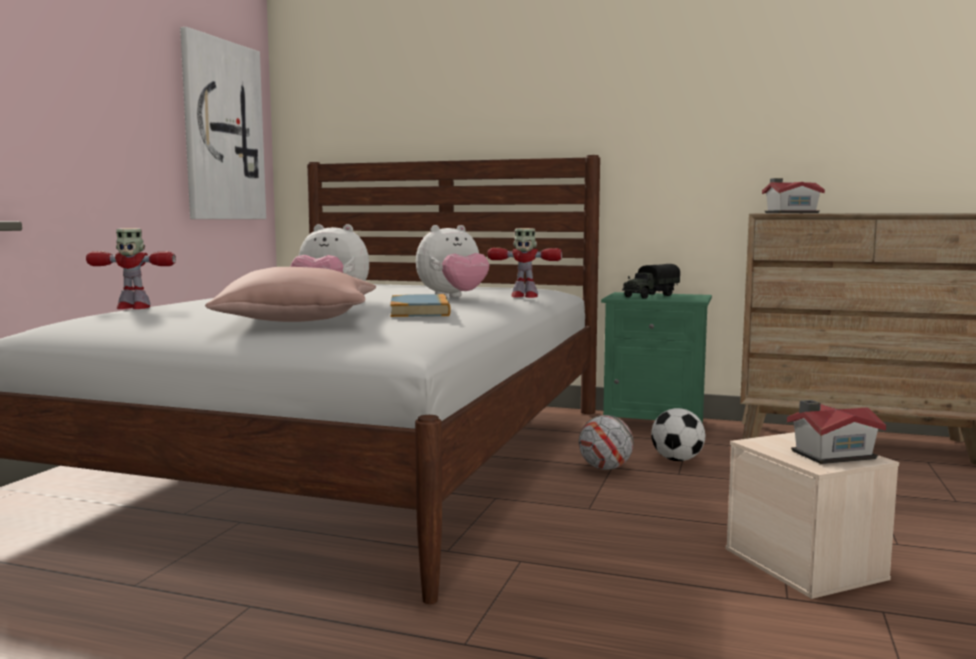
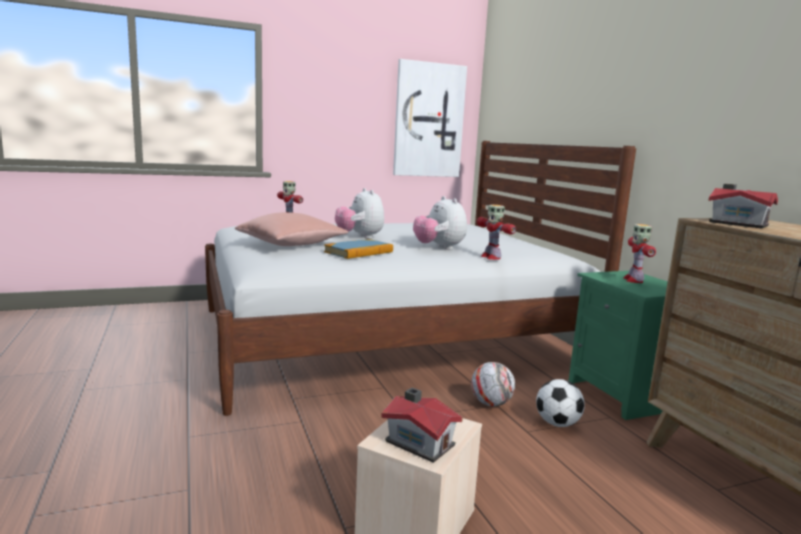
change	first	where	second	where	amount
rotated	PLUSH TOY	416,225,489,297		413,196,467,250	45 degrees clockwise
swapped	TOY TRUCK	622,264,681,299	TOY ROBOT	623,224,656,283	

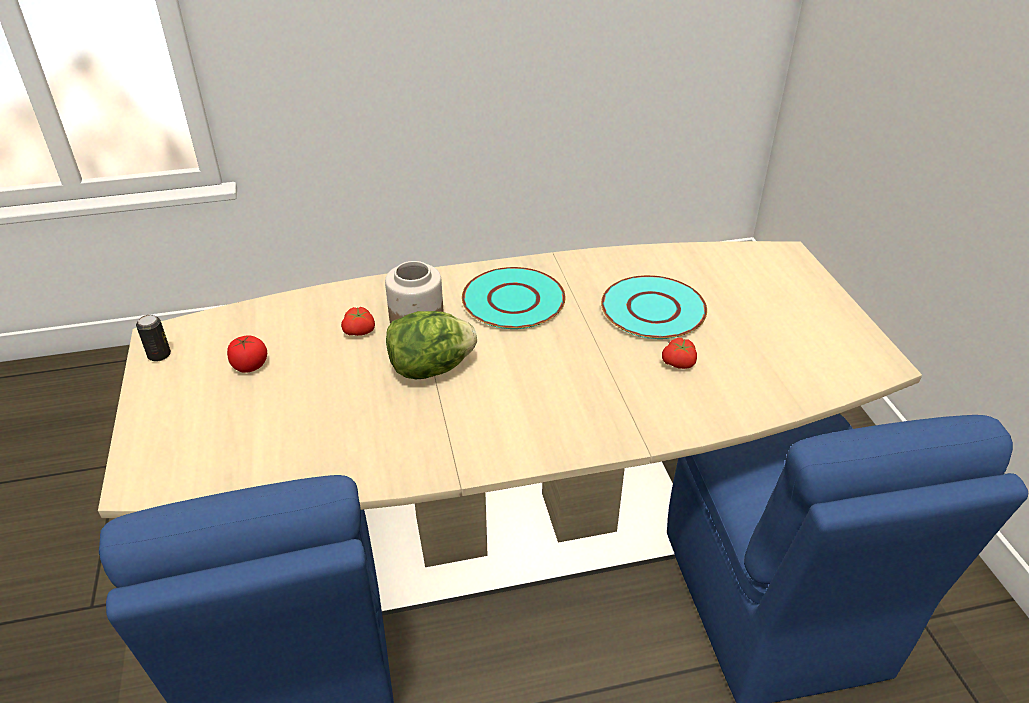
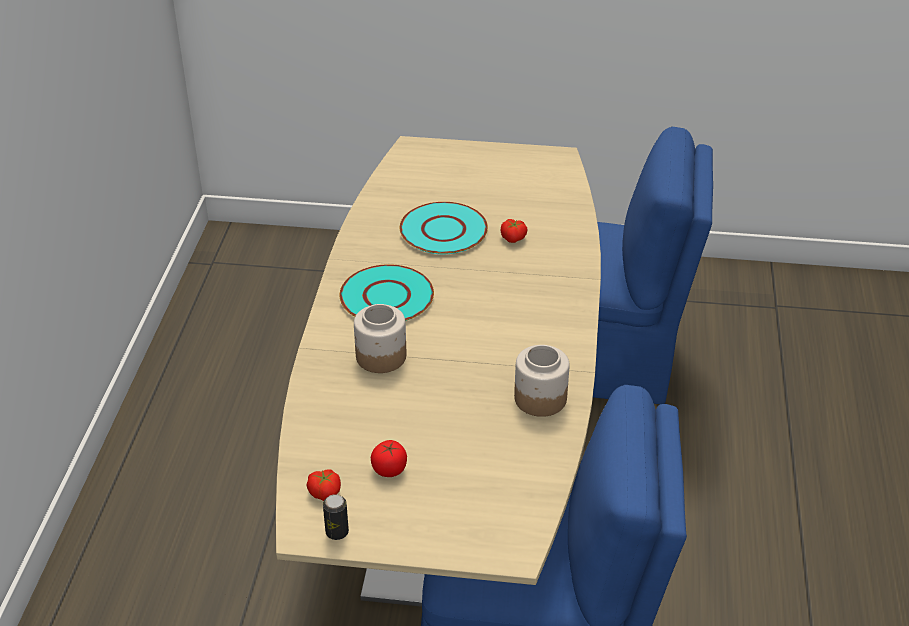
change	first	where	second	where	amount
shifted	TOMATO	341,307,375,336		306,469,341,501	
new			JAR	514,345,570,417	
gone	LETTUCE	386,311,477,379			

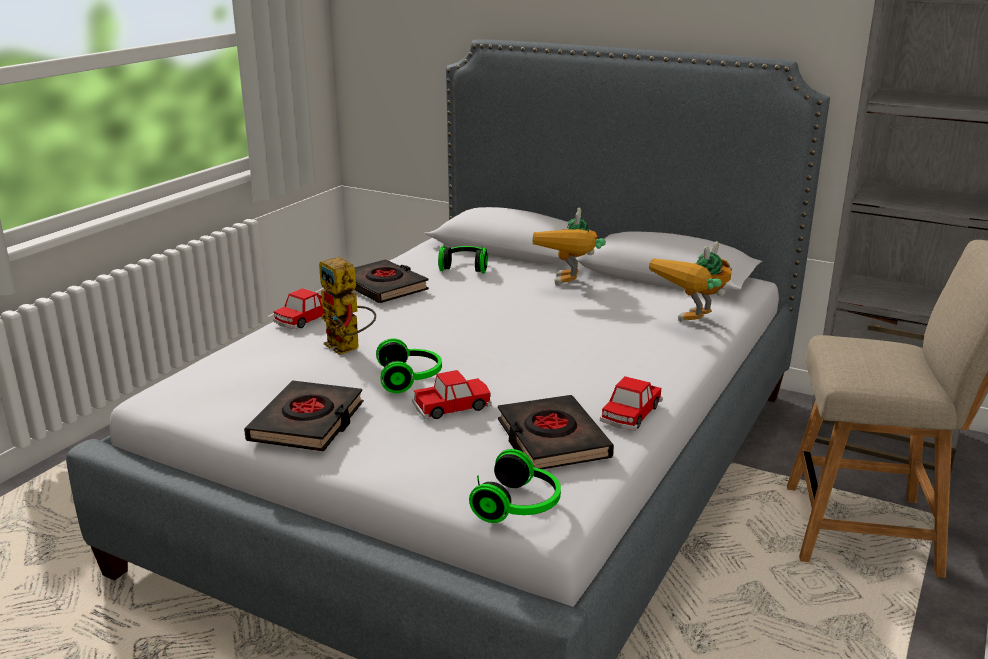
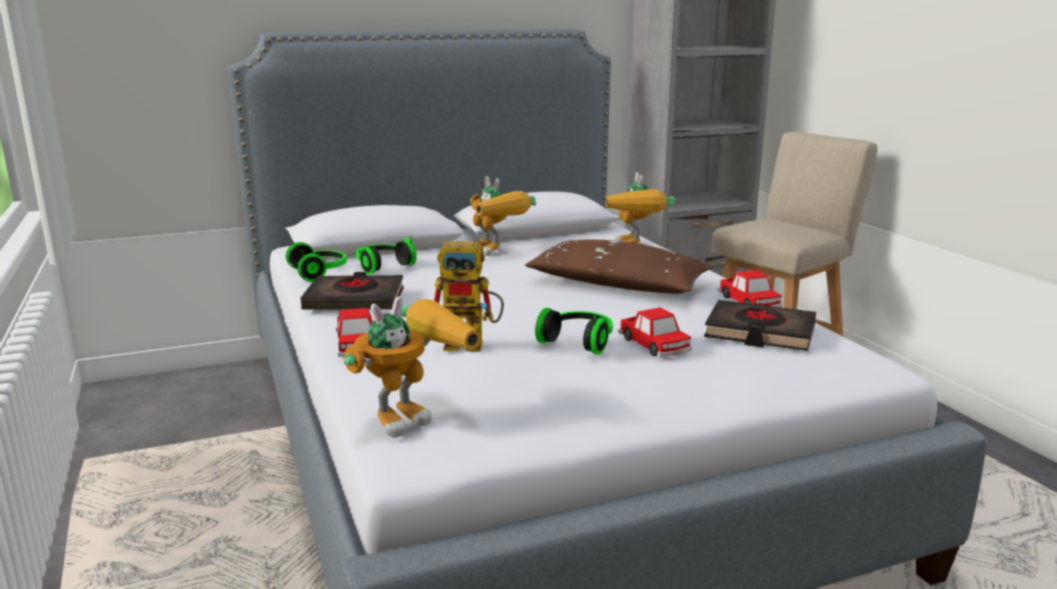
change	first	where	second	where	amount
shifted	HEADPHONES	469,449,561,523		286,242,347,282	
new			TOY ROBOT	344,296,481,438	
new			BROWN PILLOW	525,240,714,294	
rotated	TOY CAR	412,370,491,419		618,307,692,357	135 degrees clockwise
gone	BLACK BOOK	244,381,364,452			

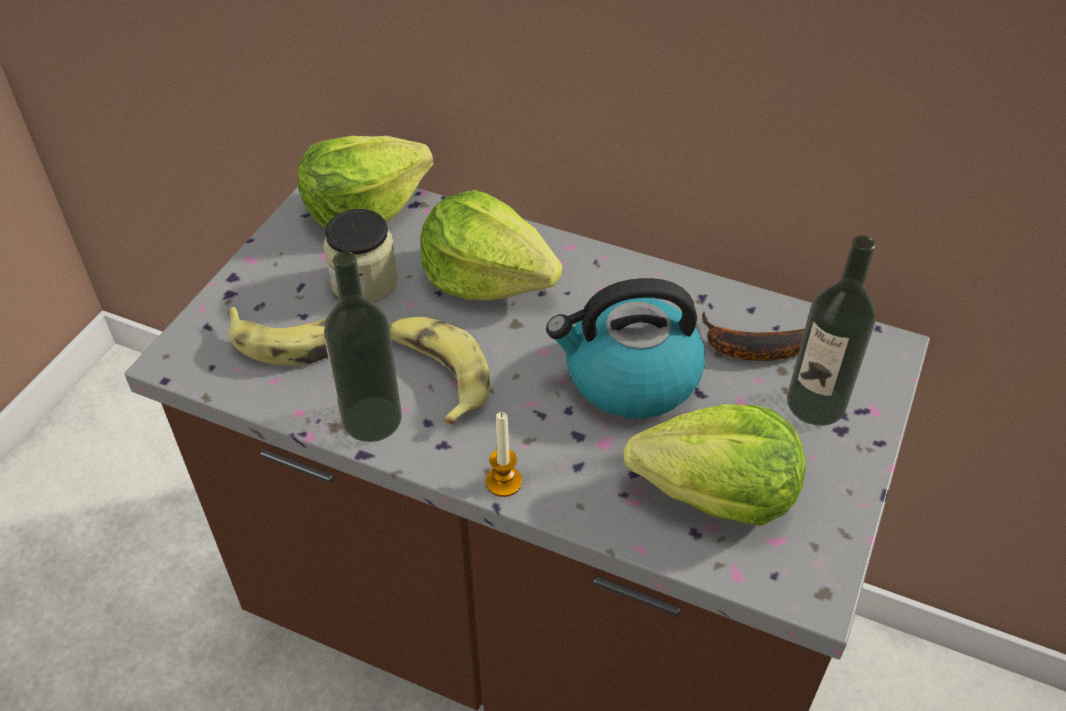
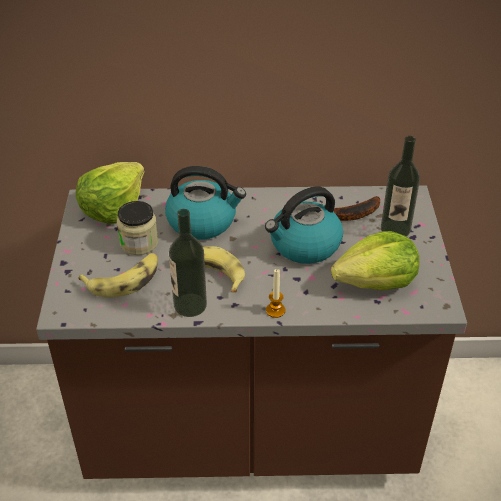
change	first	where	second	where	amount
swapped	LETTUCE	421,190,562,300	KETTLE	165,166,246,240	

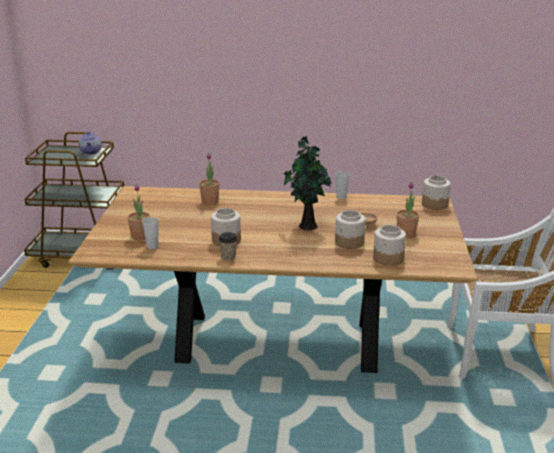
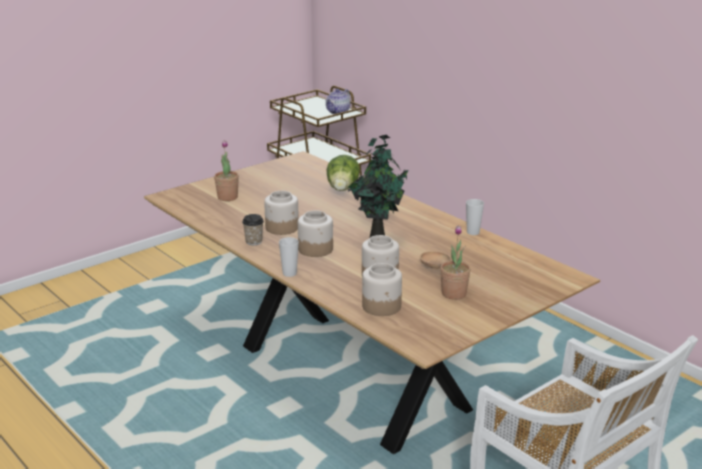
change	first	where	second	where	amount
shifted	CUP	142,217,159,249		279,237,299,277	
shifted	JAR	422,175,451,210		298,210,333,257	
swapped	POTTED PLANT	199,153,220,205	LETTUCE	327,155,360,191	

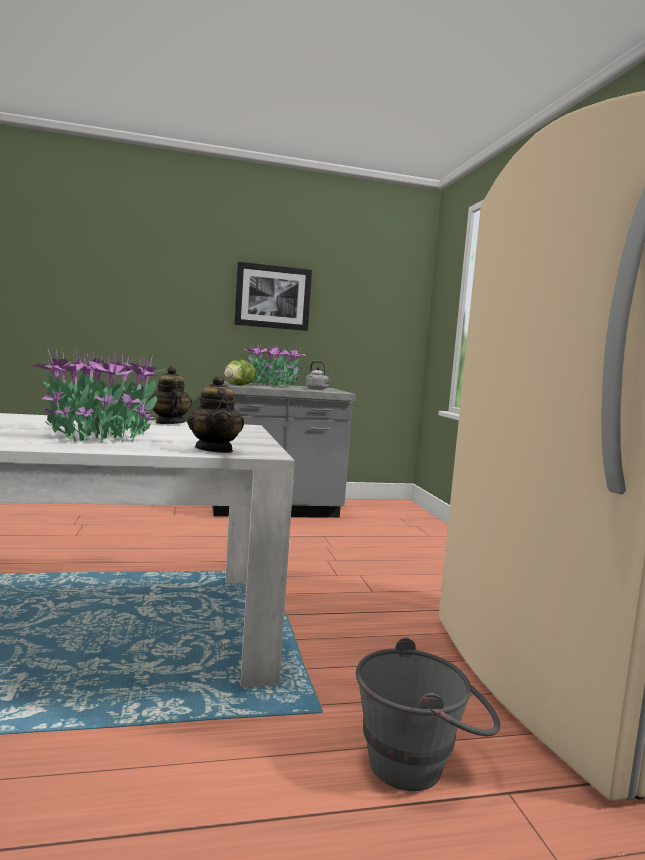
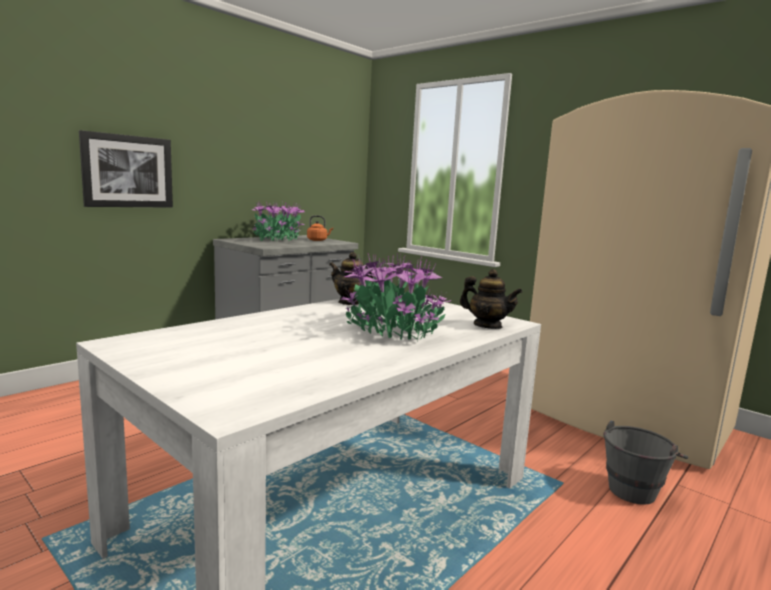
change	first	where	second	where	amount
shifted	PICTURE	234,262,312,331		79,130,173,208	
repainted	GREY KETTLE	306,361,333,390	ORANGE KETTLE	307,215,333,241	
gone	LETTUCE	224,360,255,386			

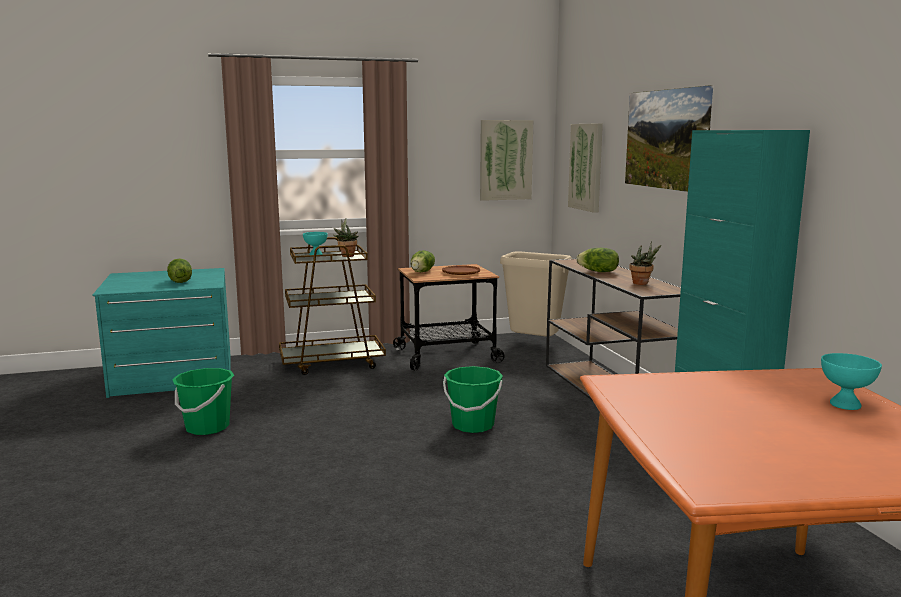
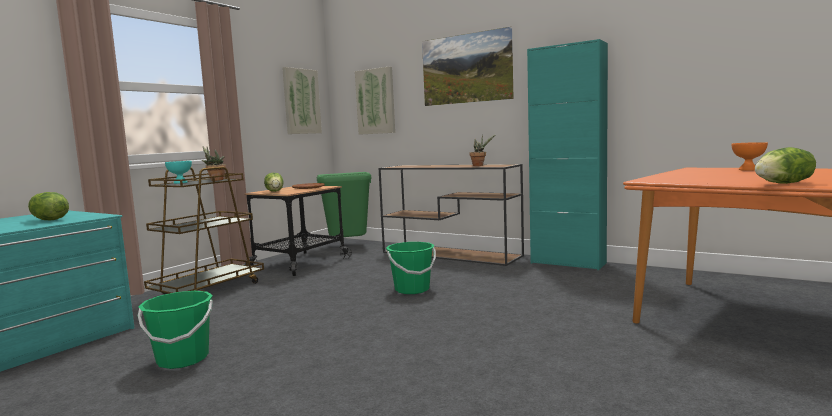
change	first	where	second	where	amount
repainted	BEIGE TRASH CAN	500,252,572,336	GREEN TRASH CAN	317,172,372,237	
repainted	TURQUOISE BOWL	821,353,882,410	ORANGE BOWL	731,142,768,171	
shifted	LETTUCE	576,248,619,272		755,147,816,184	

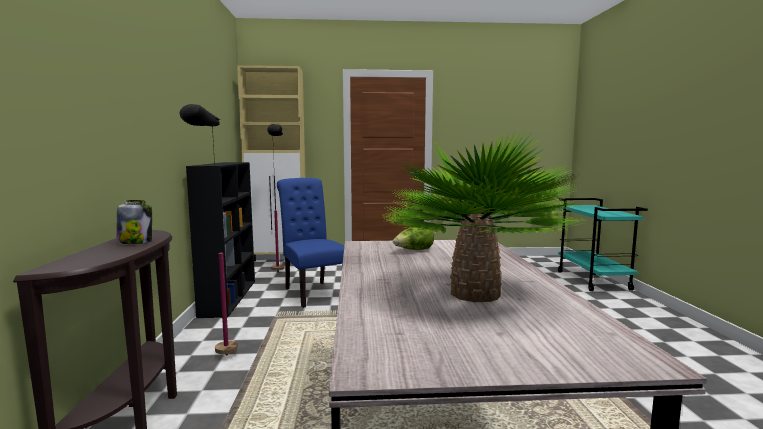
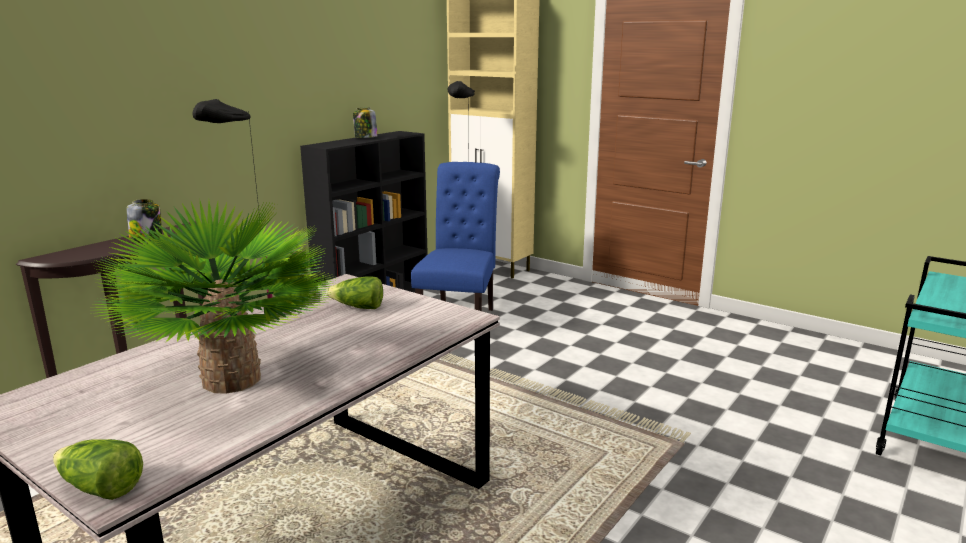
change	first	where	second	where	amount
new			LETTUCE	53,439,143,500	
new			JAR	353,107,378,138	

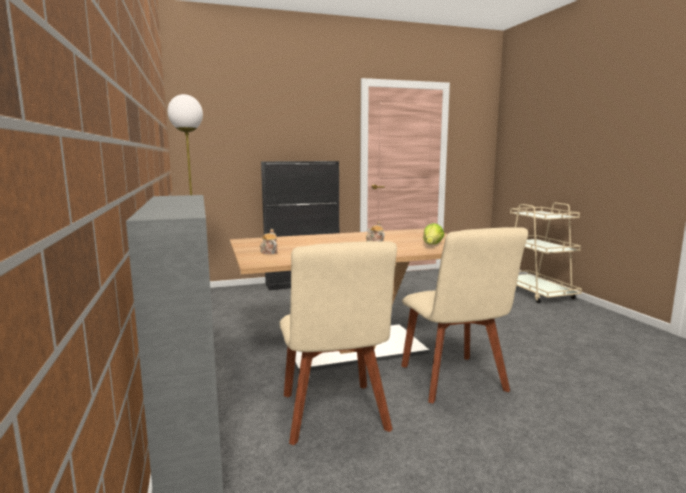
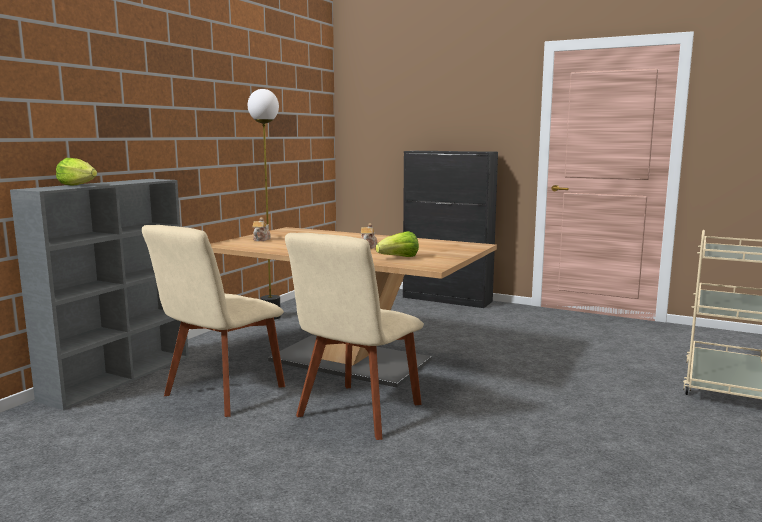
change	first	where	second	where	amount
new			LETTUCE	56,158,97,186	

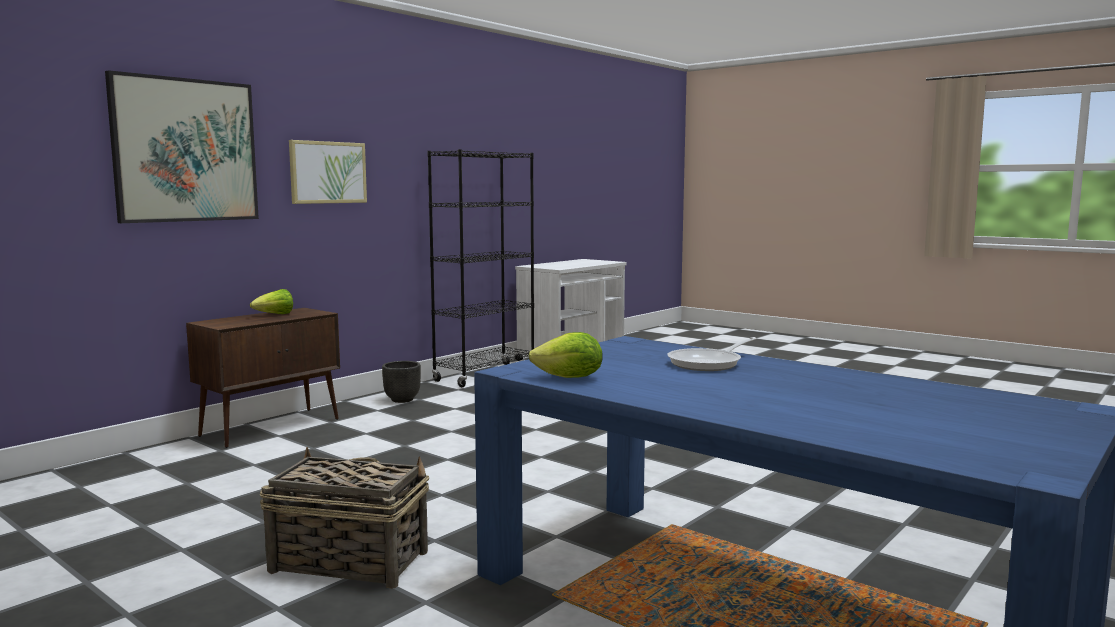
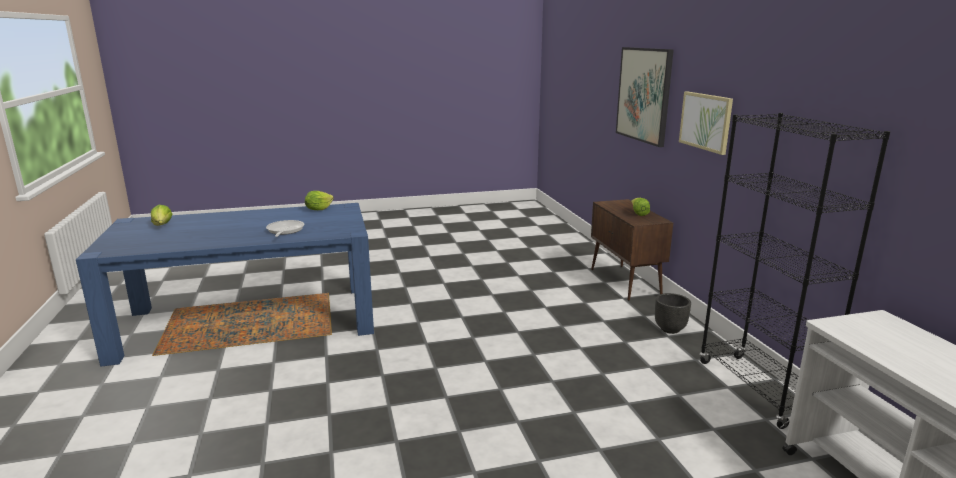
change	first	where	second	where	amount
new			LETTUCE	151,205,173,226	
gone	BASKET	260,447,429,589			

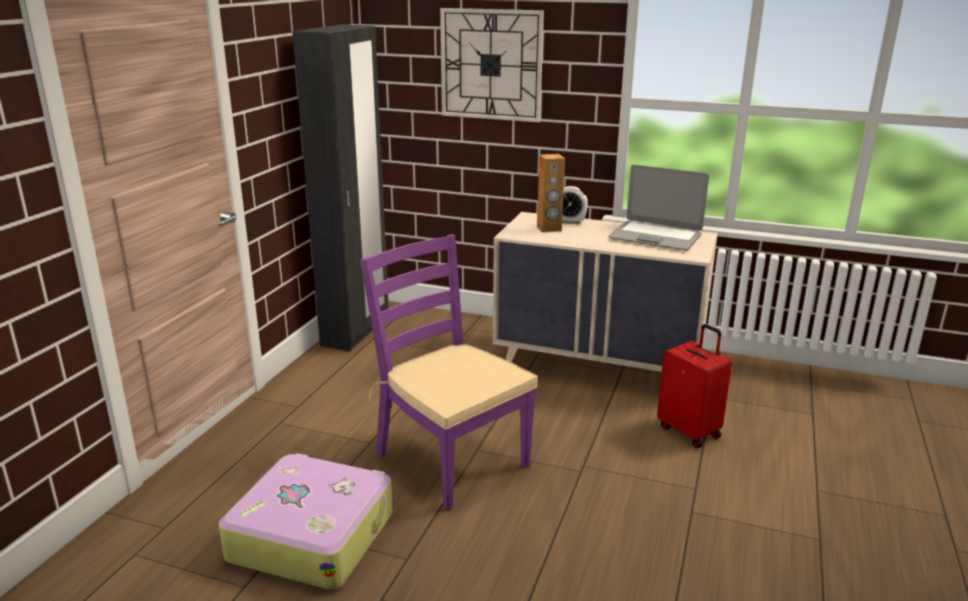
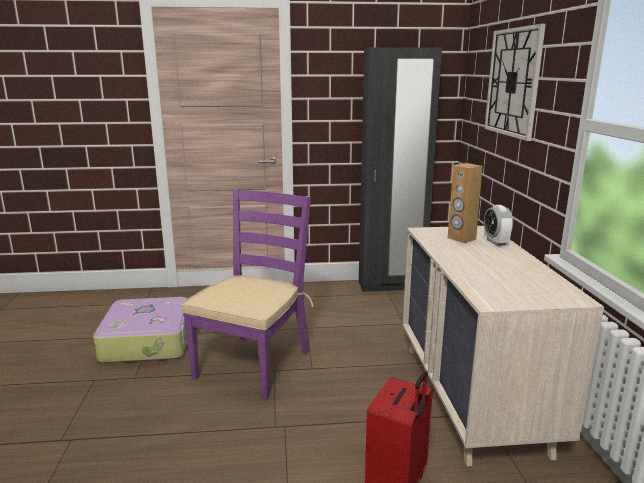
change	first	where	second	where	amount
gone	LAPTOP	608,165,709,251			

